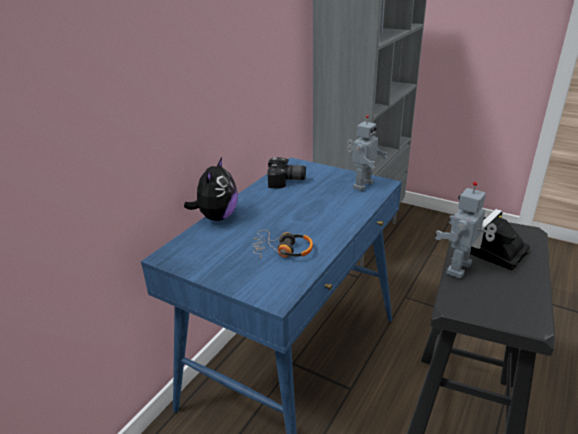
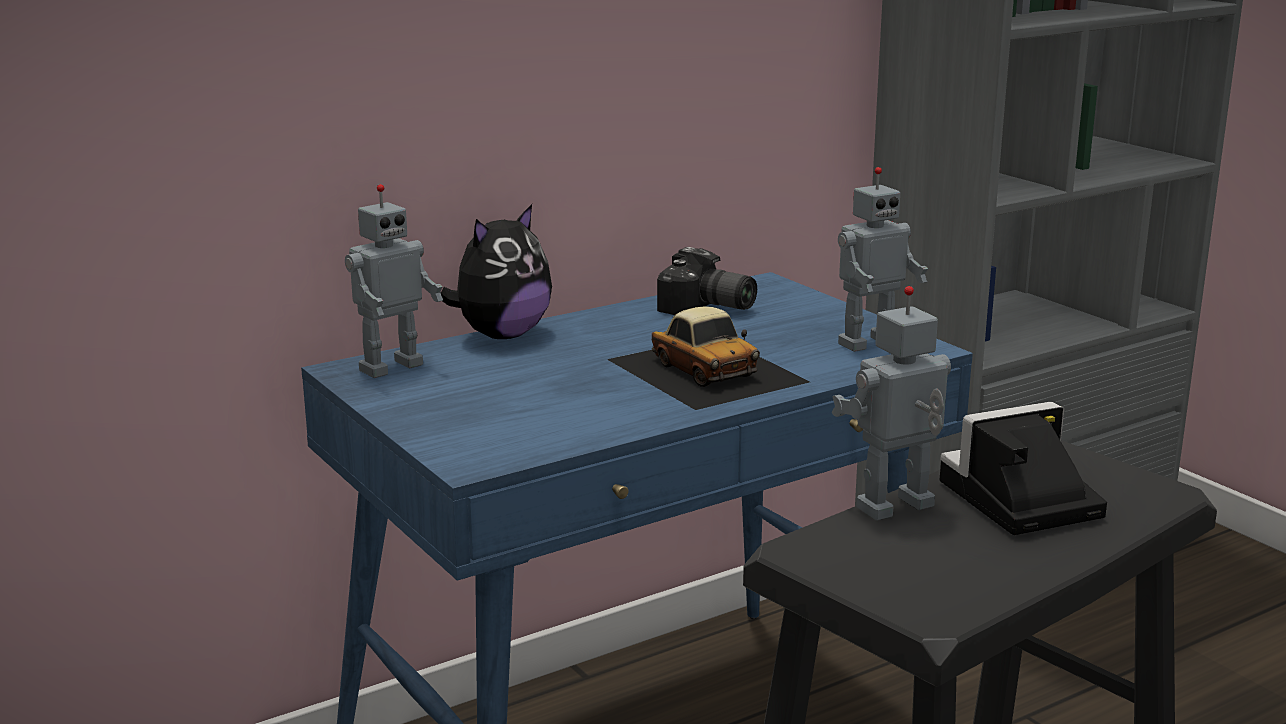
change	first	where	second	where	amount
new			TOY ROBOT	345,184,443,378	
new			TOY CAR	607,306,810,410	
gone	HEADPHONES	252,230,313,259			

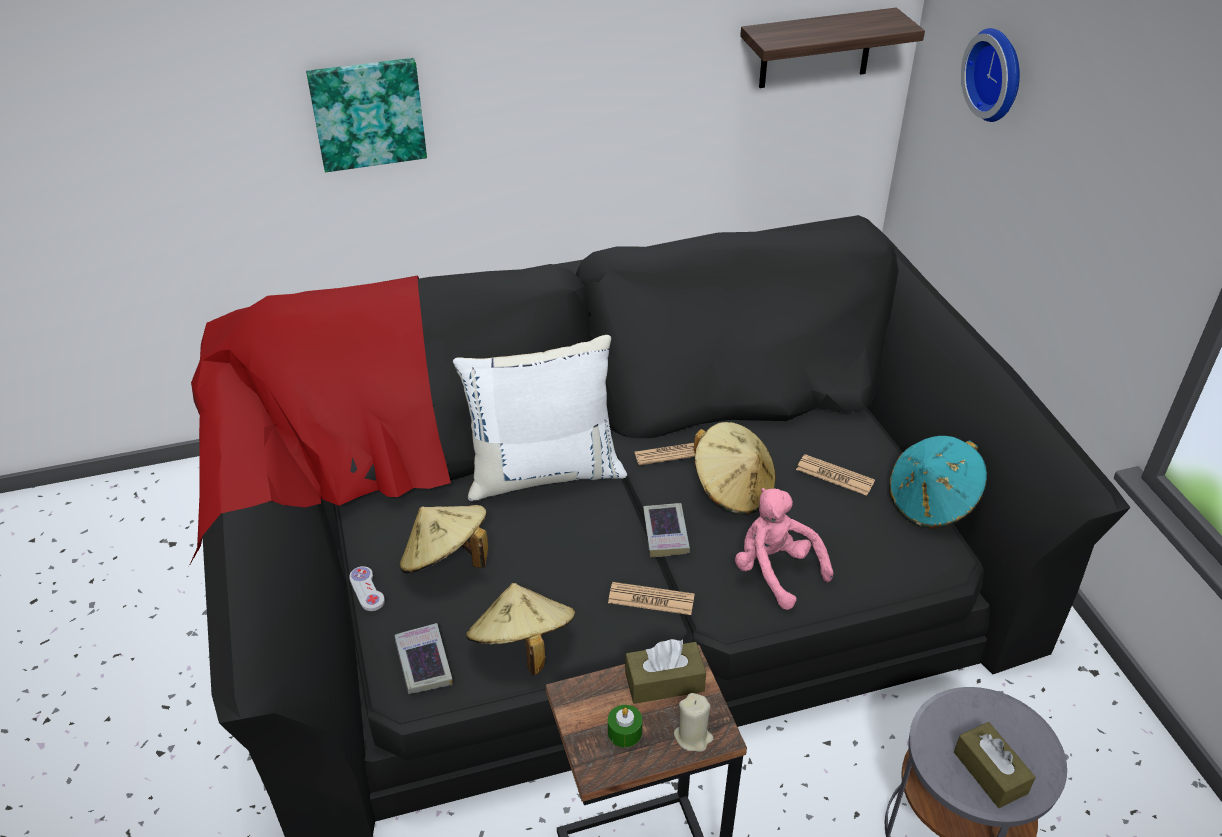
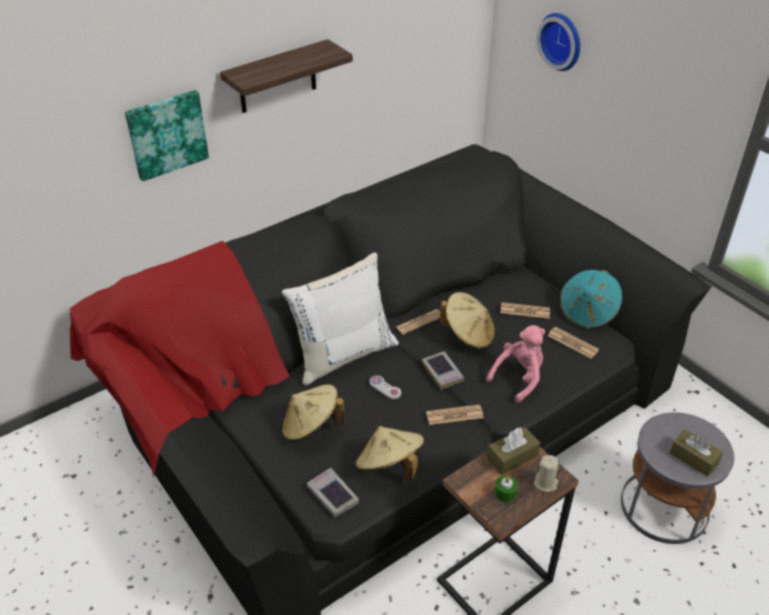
change	first	where	second	where	amount
shifted	SHELF	740,8,925,88		220,39,353,113	
shifted	WHITE GAME CONTROLLER	349,566,385,611		370,375,401,399	
rotated	PINK PLUSH TOY	735,488,834,610		486,325,546,403	105 degrees clockwise
new			NEWSPAPER	548,327,599,358	

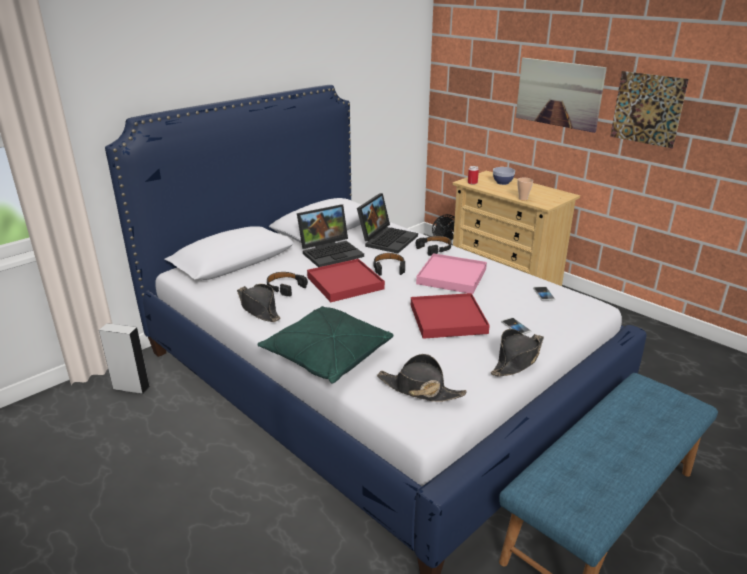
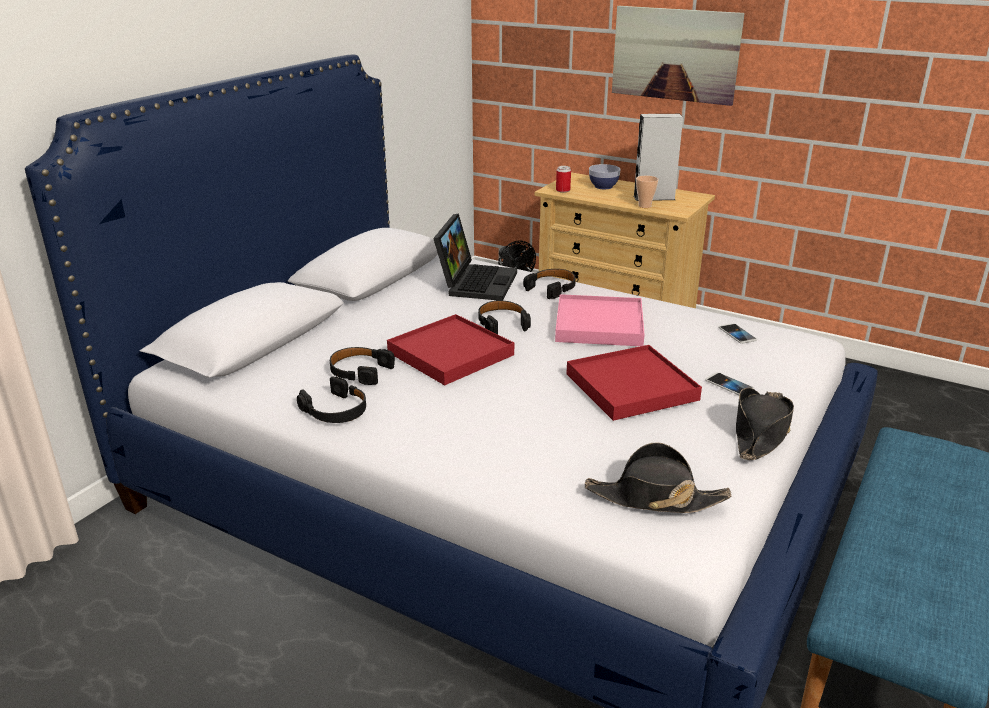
change	first	where	second	where	amount
swapped	BLACK HAT	237,284,281,322	BLACK HEADPHONES	297,377,366,423	
shifted	GREY SPEAKER	99,323,150,394		634,114,683,201	
gone	GREEN PILLOW	257,306,393,384			
gone	LAPTOP	297,204,364,267			
gone	PICTURE	610,71,689,149			

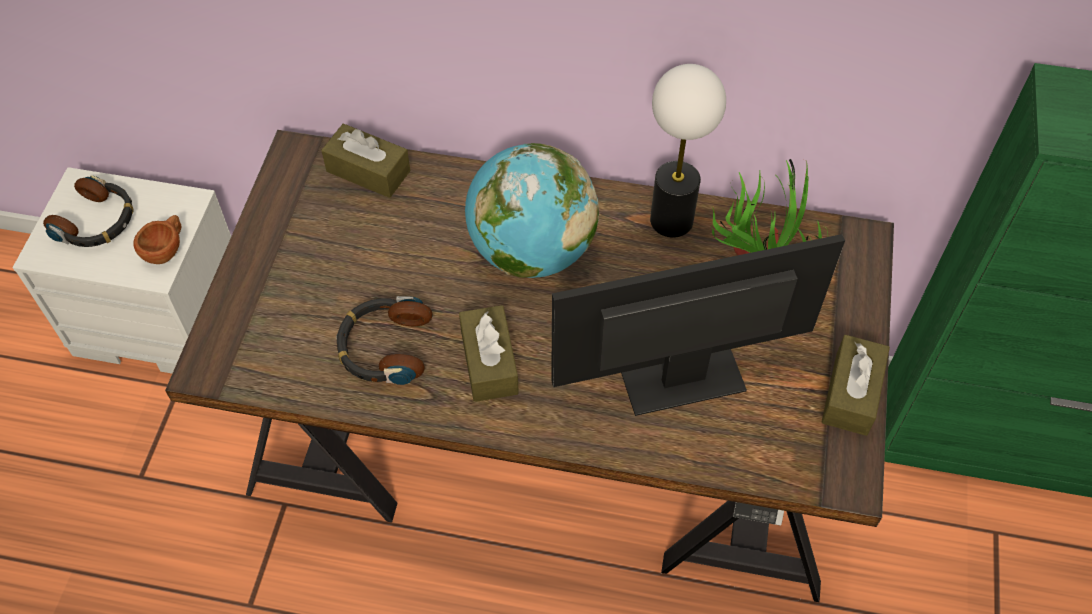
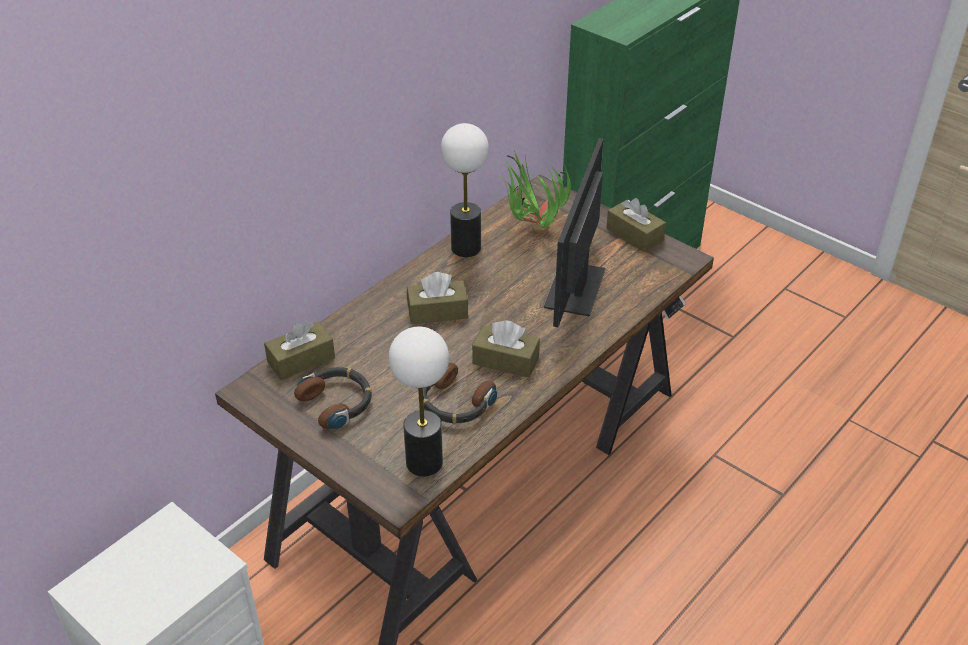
change	first	where	second	where	amount
shifted	HEADPHONES	43,175,133,247		294,367,372,429	
new			TABLE LAMP	389,327,449,476	
swapped	GLOBE	465,143,599,278	BROWN TISSUE BOX	407,272,468,324	
gone	BROWN CUP	133,215,181,264			

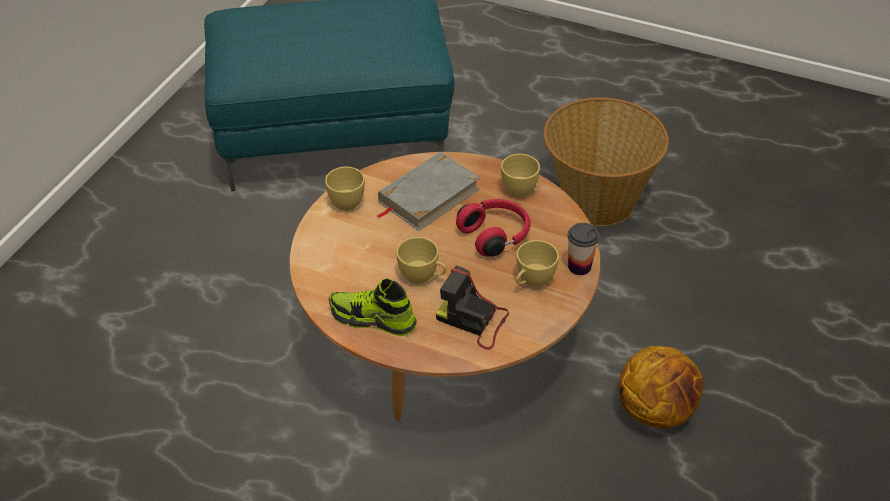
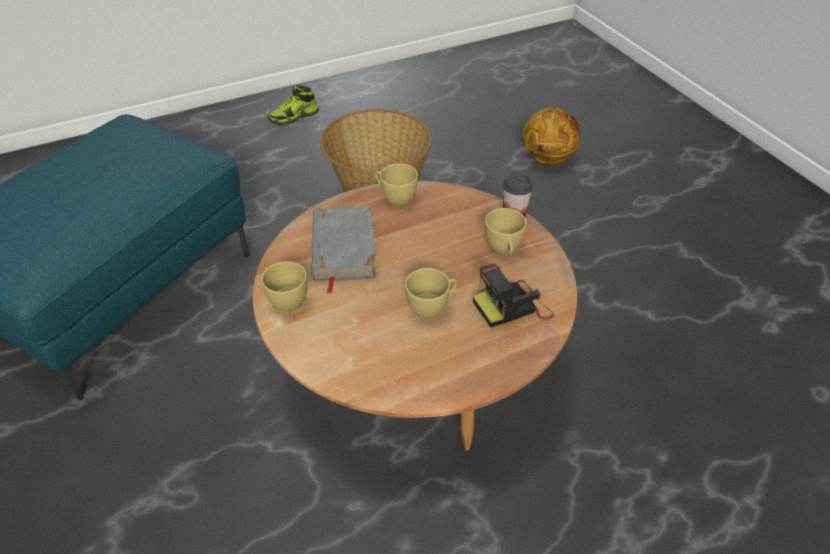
change	first	where	second	where	amount
shifted	SHOE	329,279,417,336		268,84,319,127	
shifted	BASKETBALL	619,346,703,428		522,108,581,165	
gone	RED HEADPHONES	456,199,530,257			

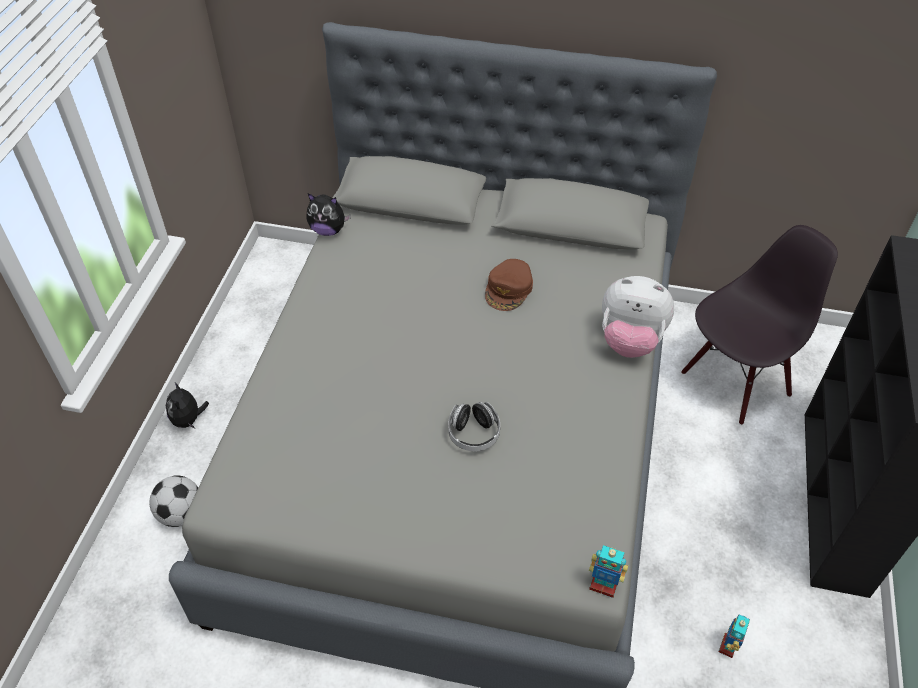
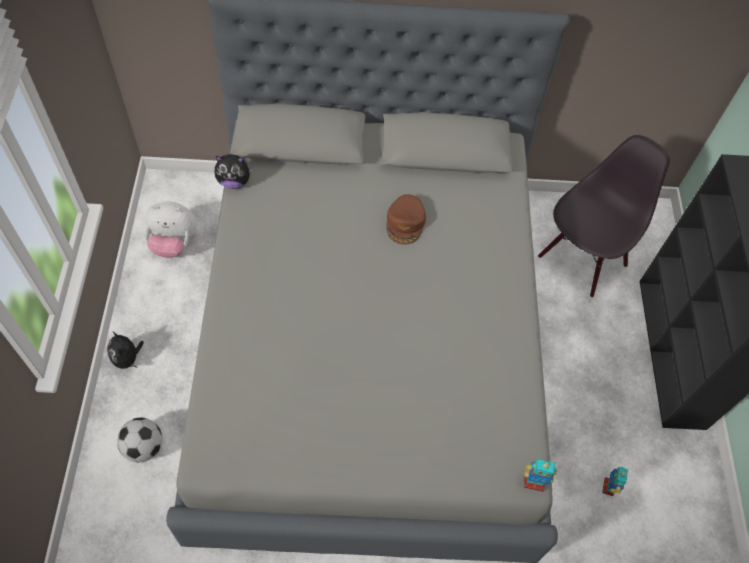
change	first	where	second	where	amount
shifted	PLUSH TOY	602,276,674,358		145,202,196,258	
gone	HEADPHONES	448,402,500,451			

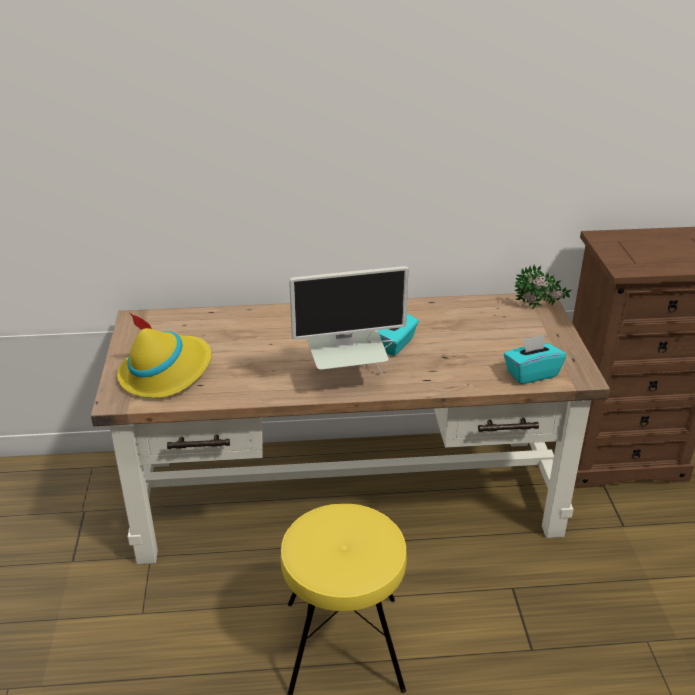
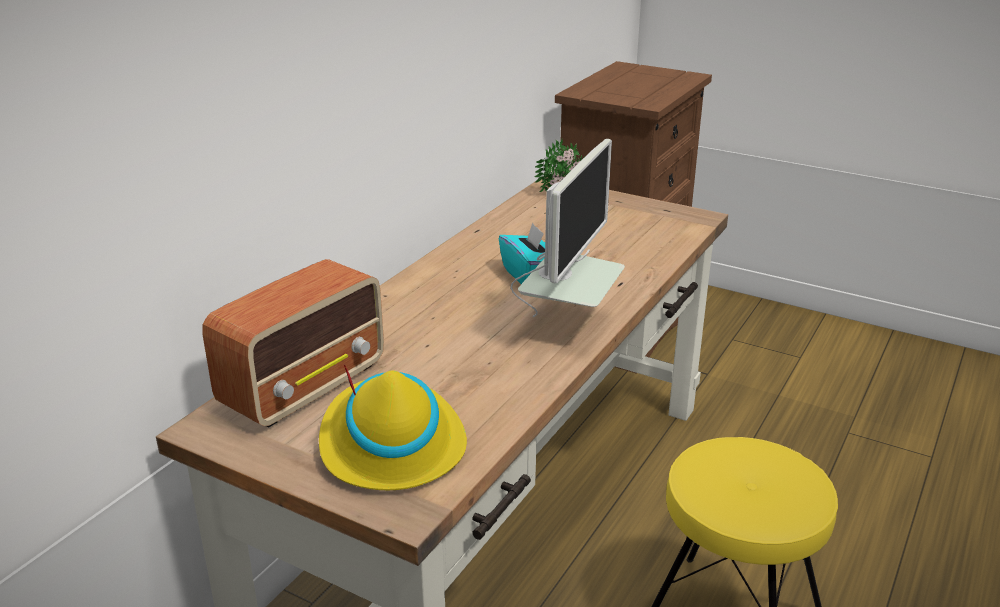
change	first	where	second	where	amount
new			RADIO	203,259,384,428	
gone	TURQUOISE TISSUE BOX	504,335,566,384			

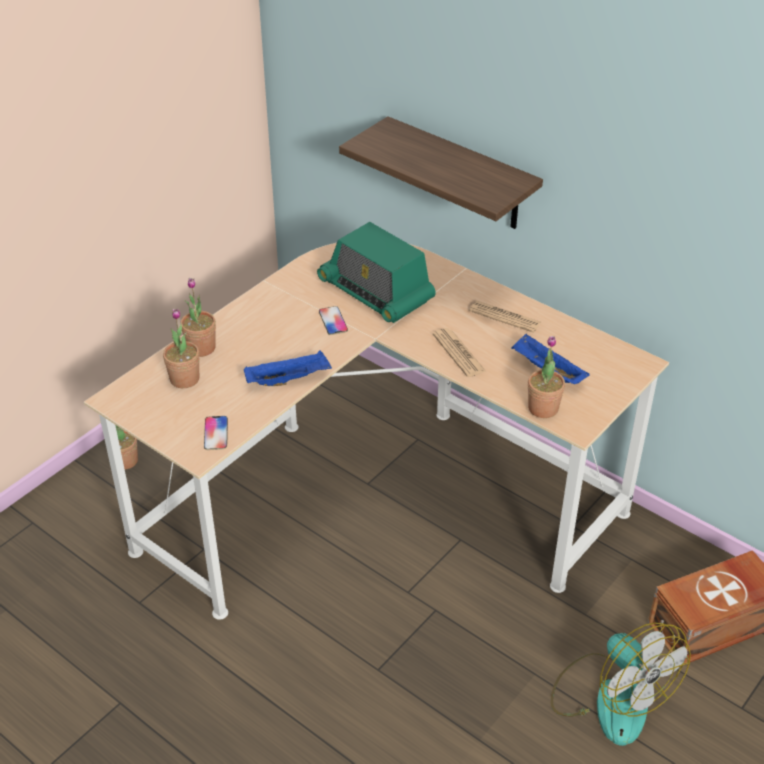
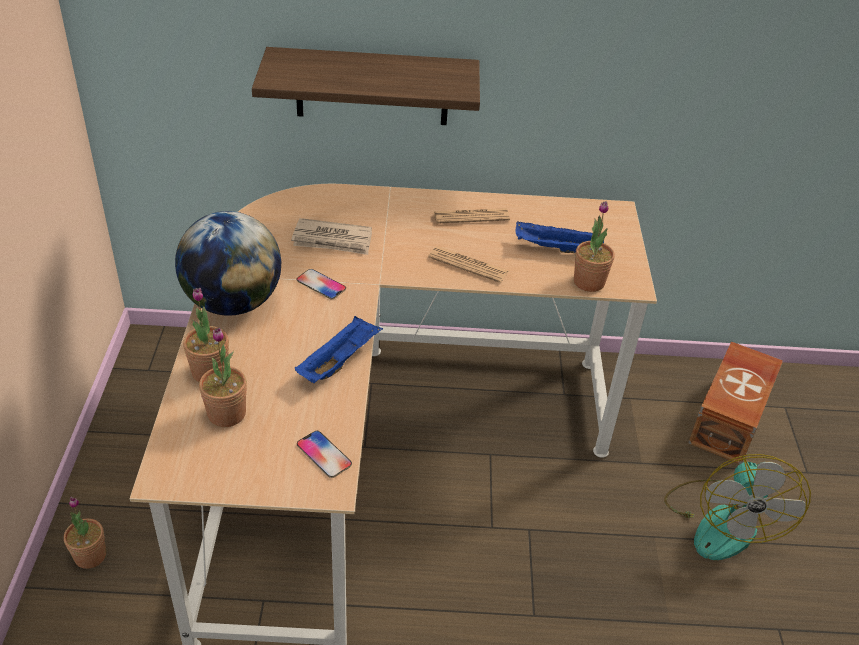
change	first	where	second	where	amount
new			GLOBE	175,211,281,316	
swapped	RADIO	317,222,436,323	NEWSPAPER	291,218,372,255	
rotated	FAN	551,623,691,746		664,454,811,560	75 degrees clockwise

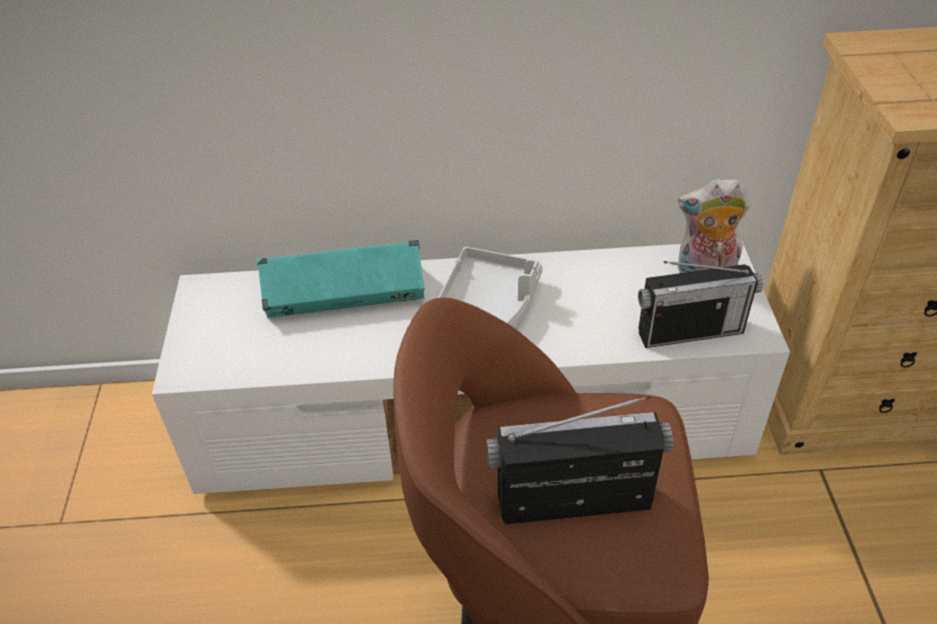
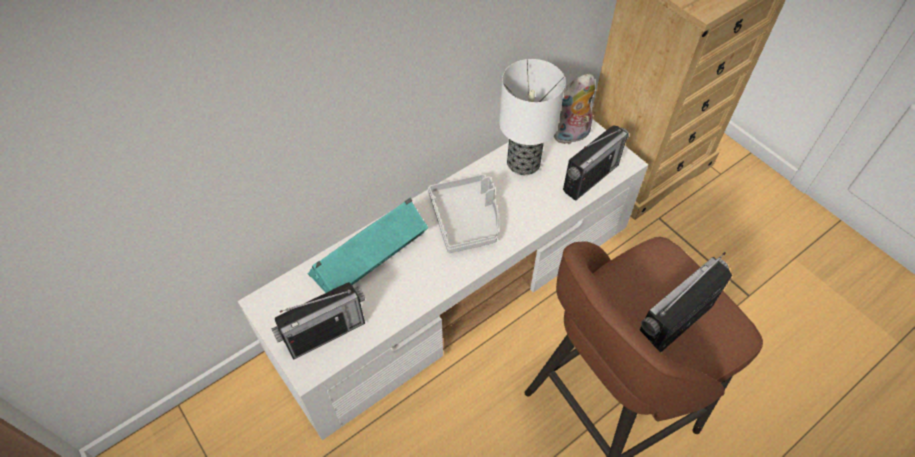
change	first	where	second	where	amount
new			RADIO	272,282,365,360	
new			TABLE LAMP	499,59,565,175	

